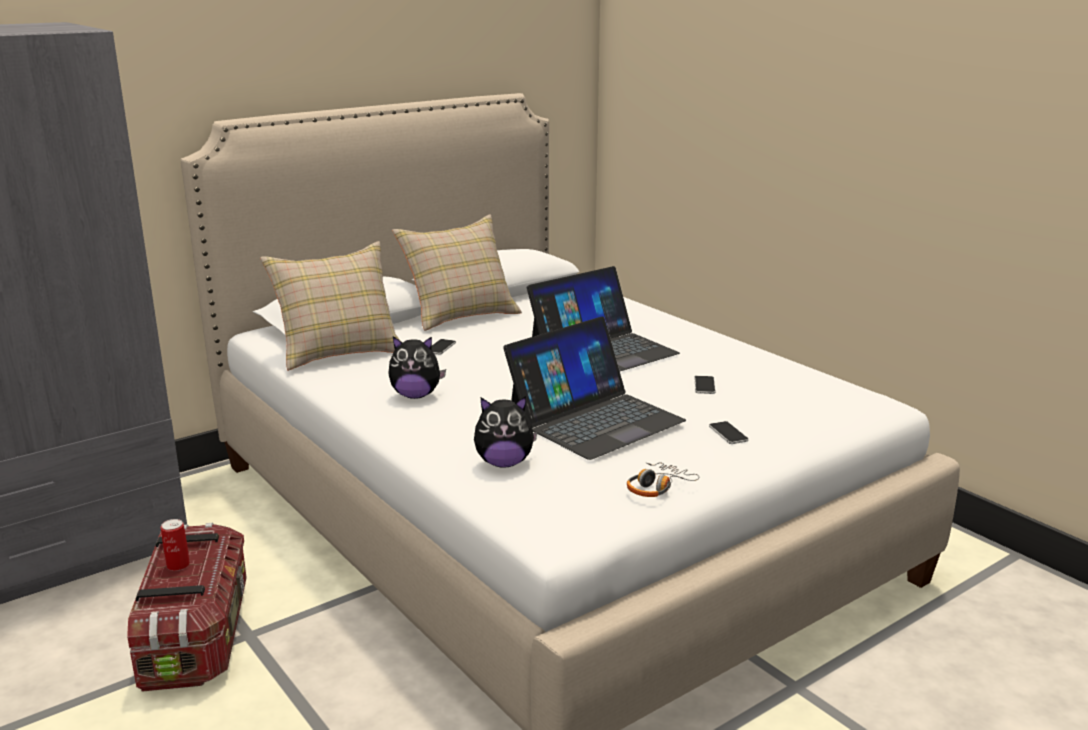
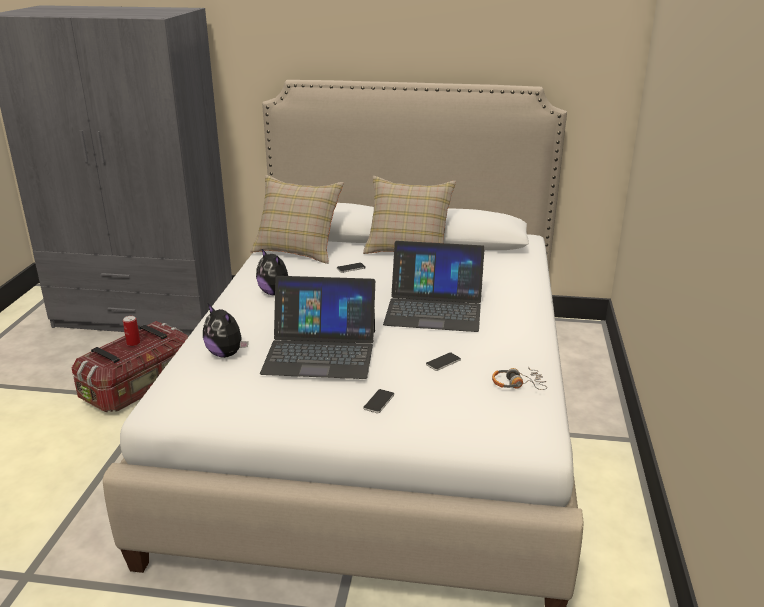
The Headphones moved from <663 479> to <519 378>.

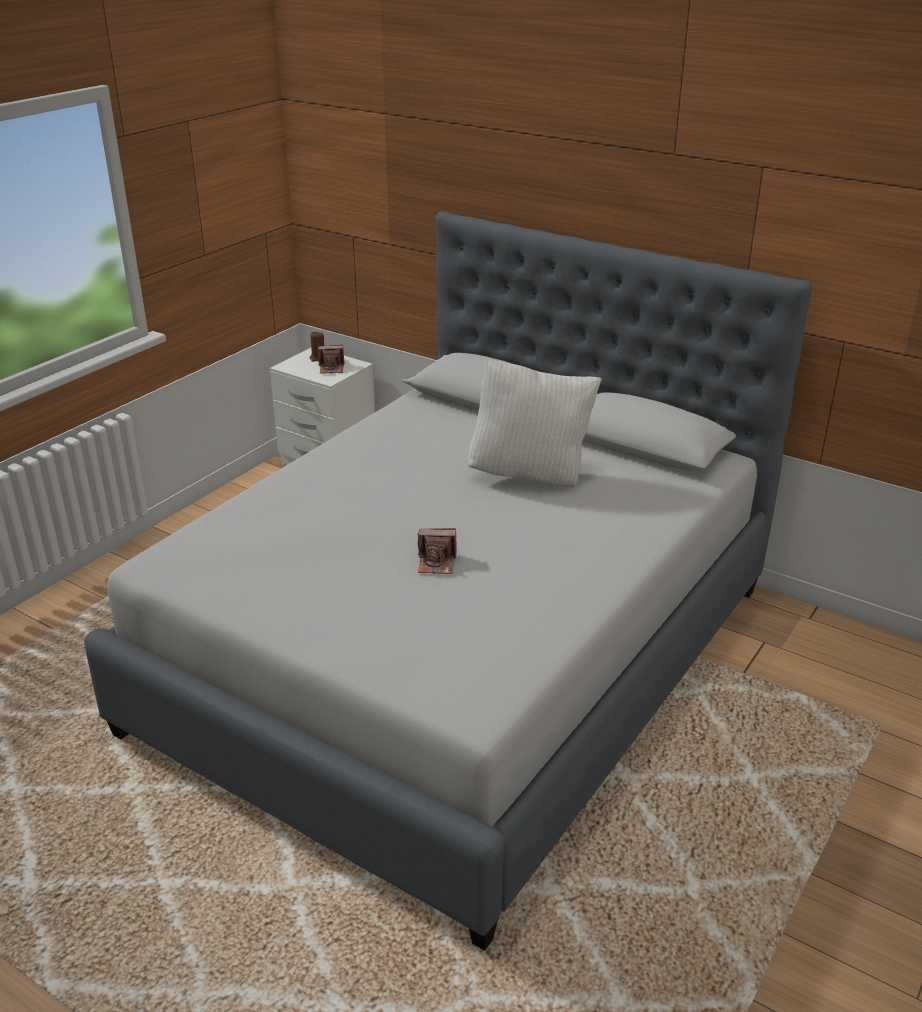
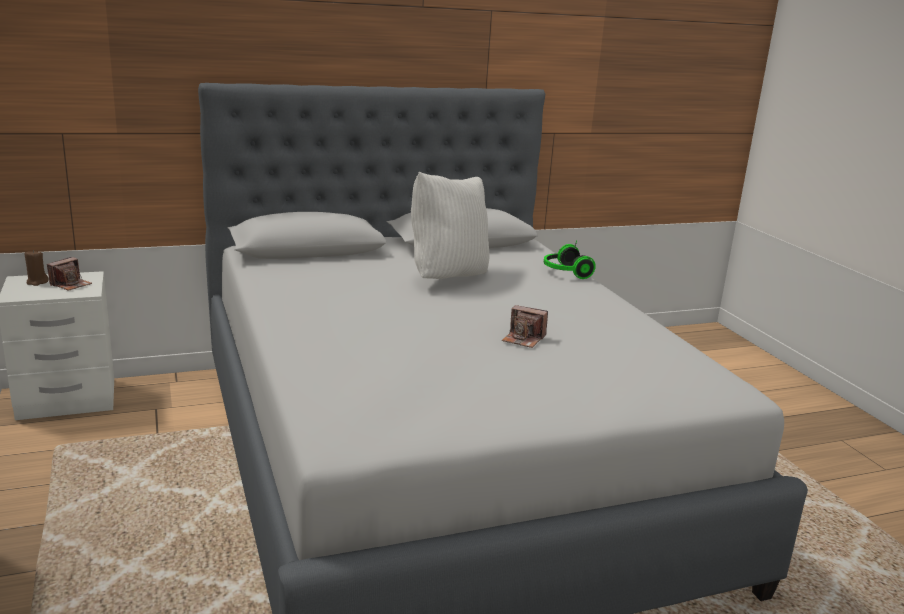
The PhotoCamera at <437 551> turned 75 degrees clockwise.
The Headphones at <570 259> appeared.

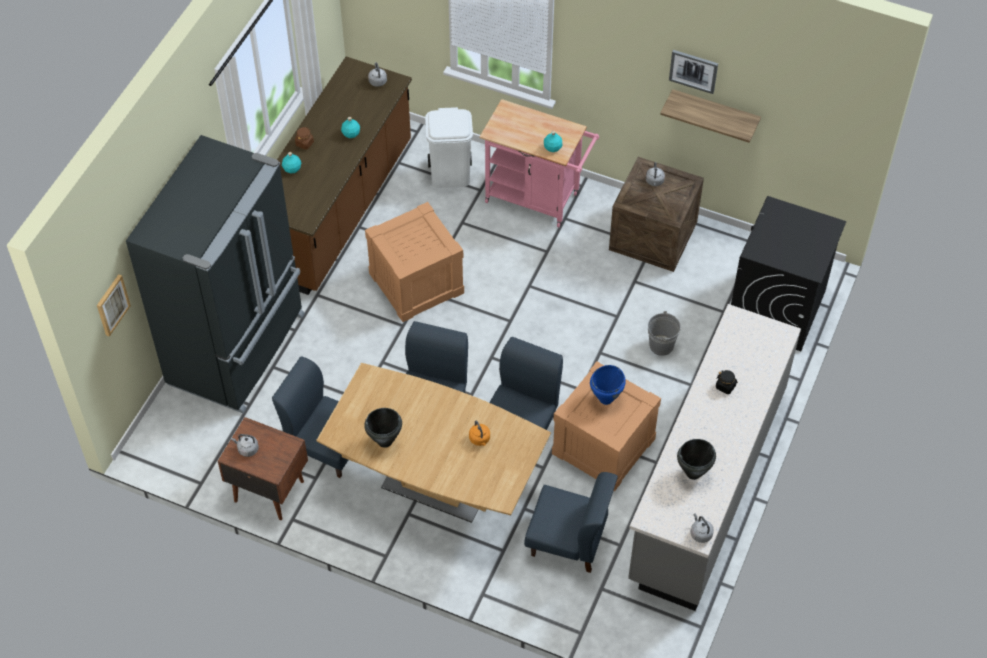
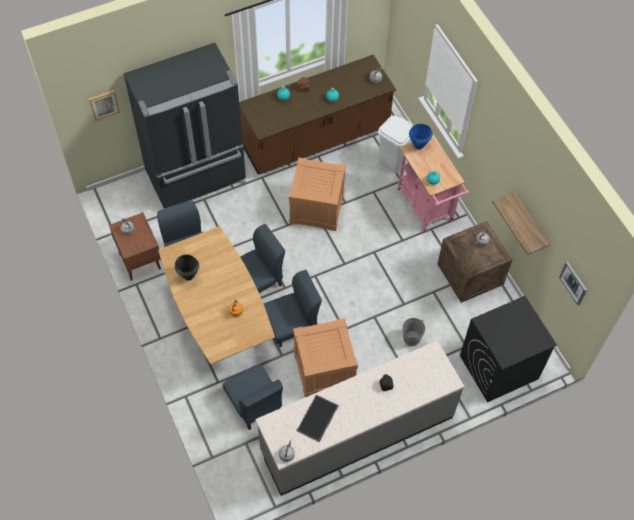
The BlueCookingPot moved from <608 385> to <421 136>.
The Picture moved from <693 72> to <573 283>.
The BlackCookingPot at <696 459> was replaced by the Tray at <318 418>.

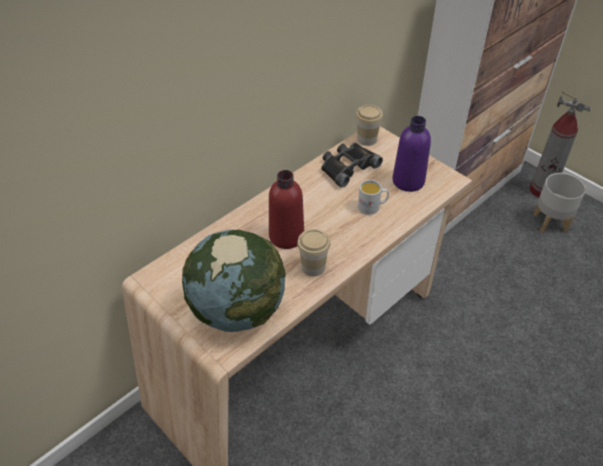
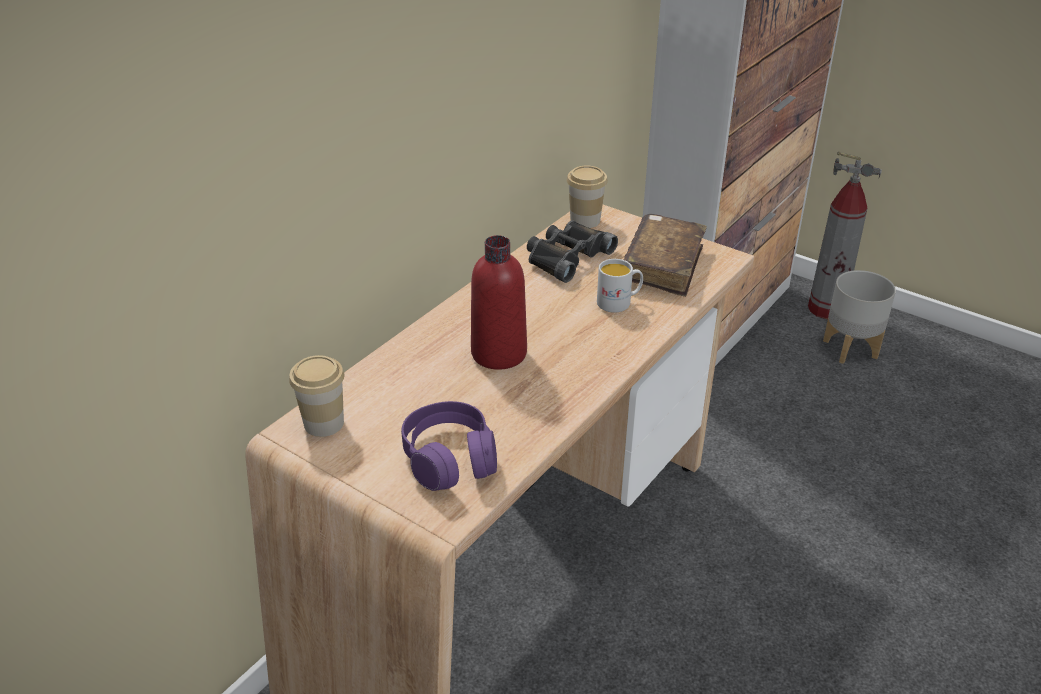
The Globe at <234 281> was replaced by the PurpleHeadphones at <449 446>.
The Cup moved from <313 253> to <316 396>.
The PurpleBottle at <411 154> was replaced by the BrownBook at <665 255>.

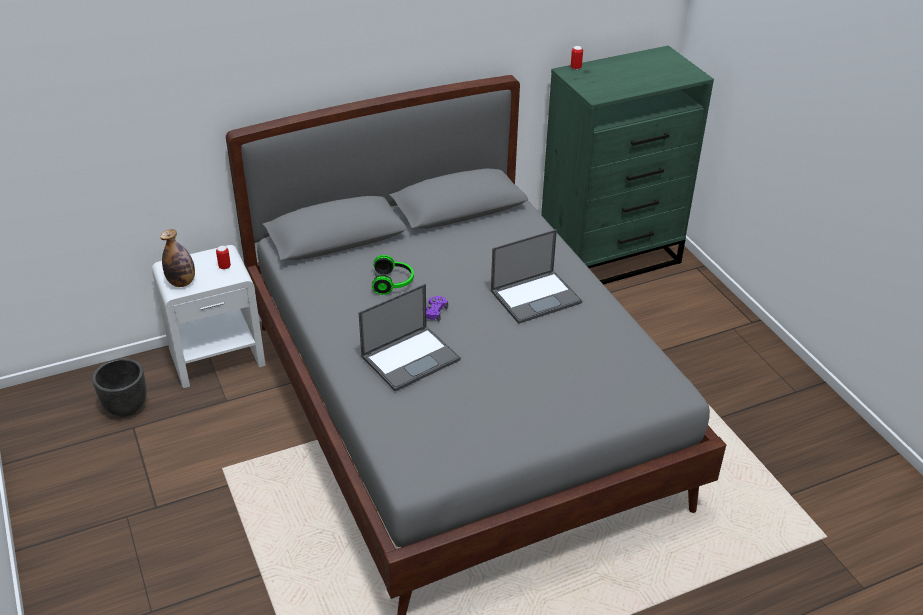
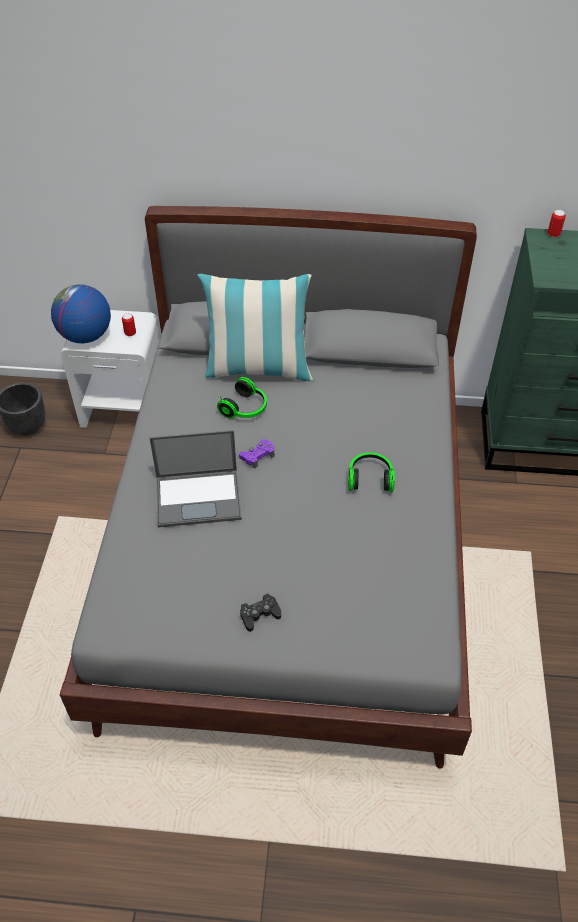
The Bottle at <177 258> was replaced by the Globe at <81 313>.
The Laptop at <536 276> was replaced by the Headphones at <371 472>.
The Pillow at <255 327> appeared.
The BlackGameController at <260 613> appeared.

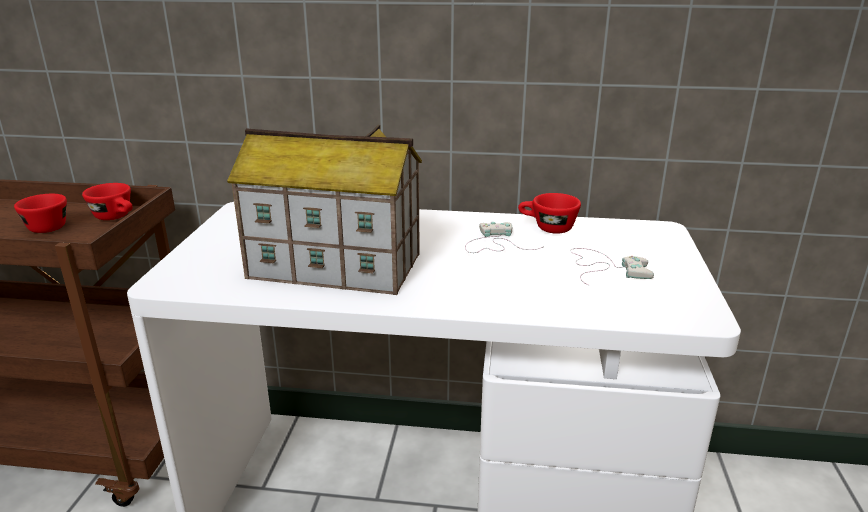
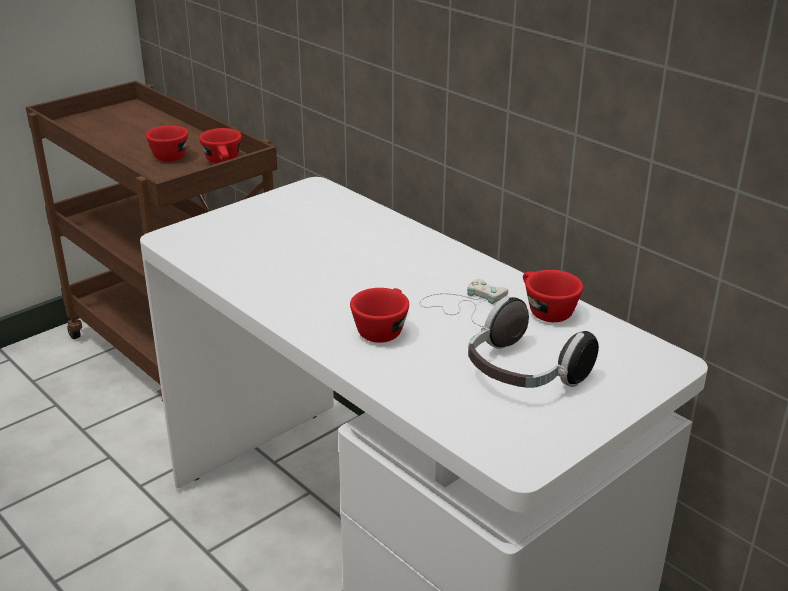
The ToyHouse at <324 210> disappeared.
The WhiteGameController at <612 266> was replaced by the Headphones at <533 342>.
The RedCup at <379 315> appeared.

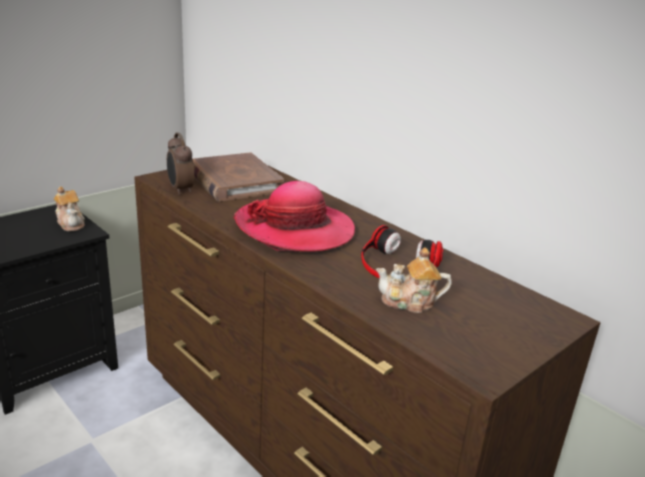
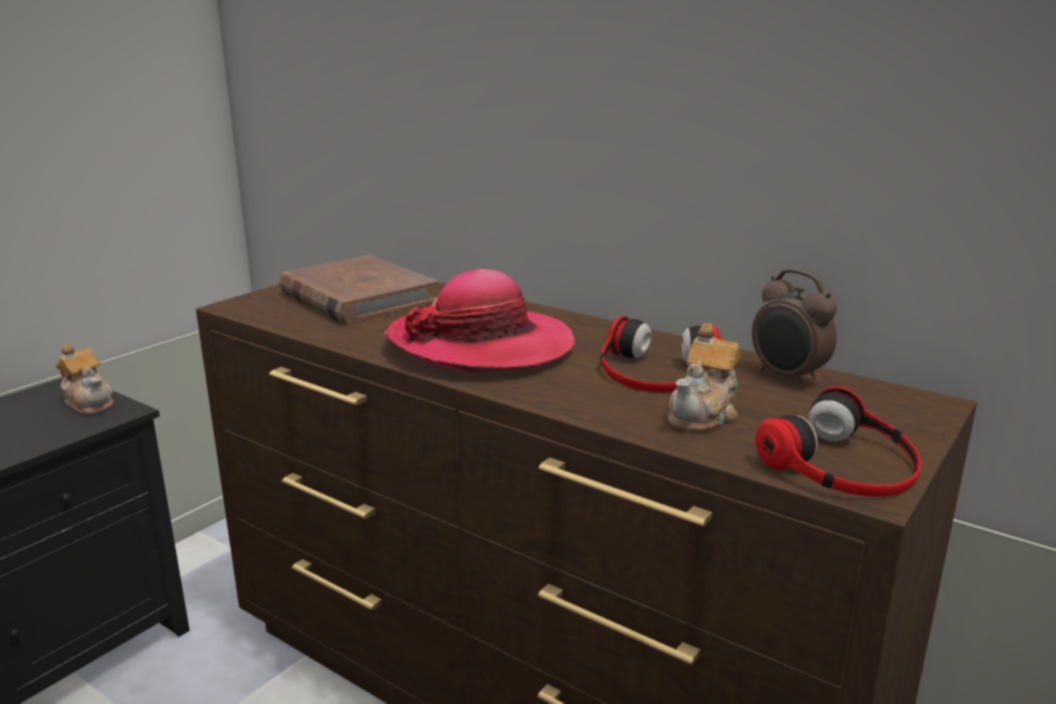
The AlarmClock moved from <180 163> to <794 328>.
The Teapot at <414 280> turned 45 degrees counterclockwise.
The Headphones at <838 441> appeared.

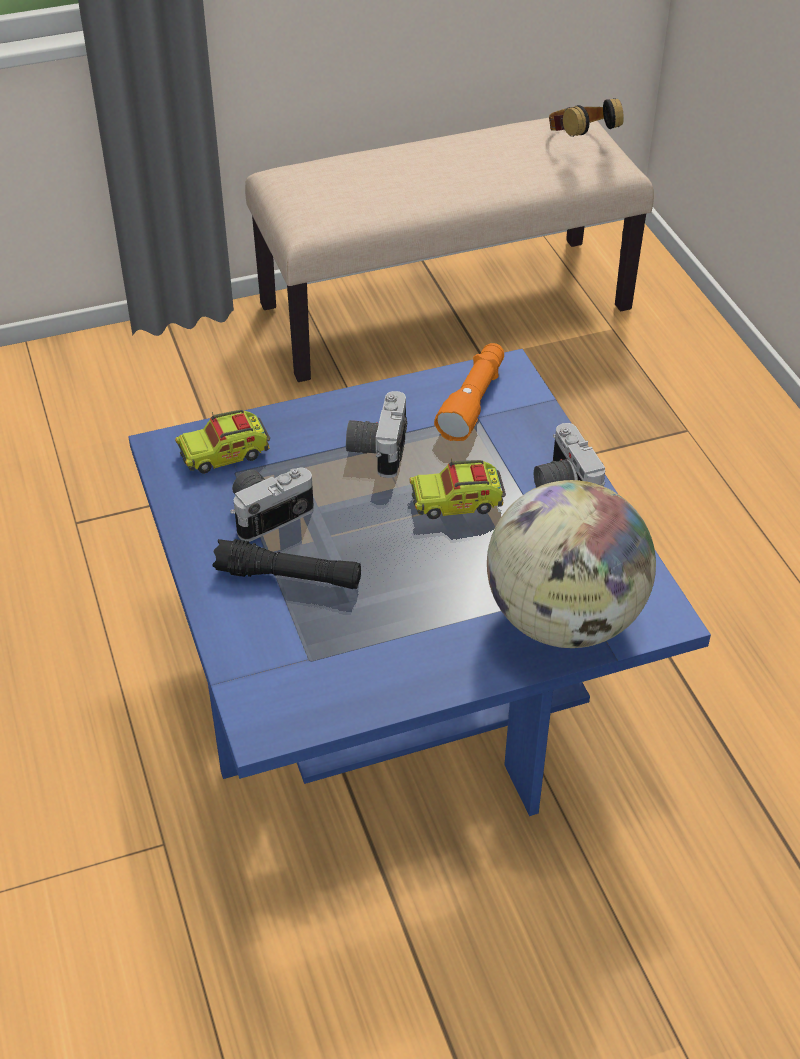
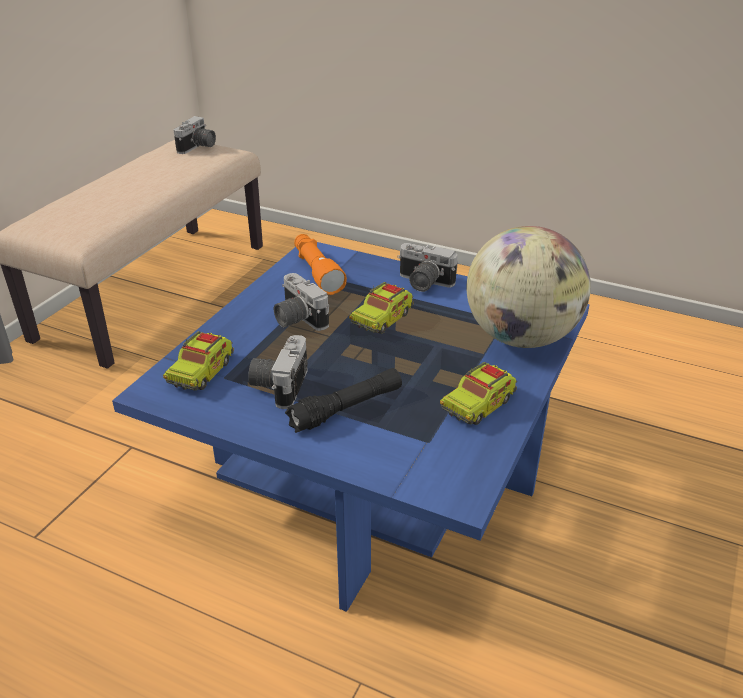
The Headphones at <586 117> was replaced by the PhotoCamera at <194 135>.
The ToyTruck at <478 393> appeared.

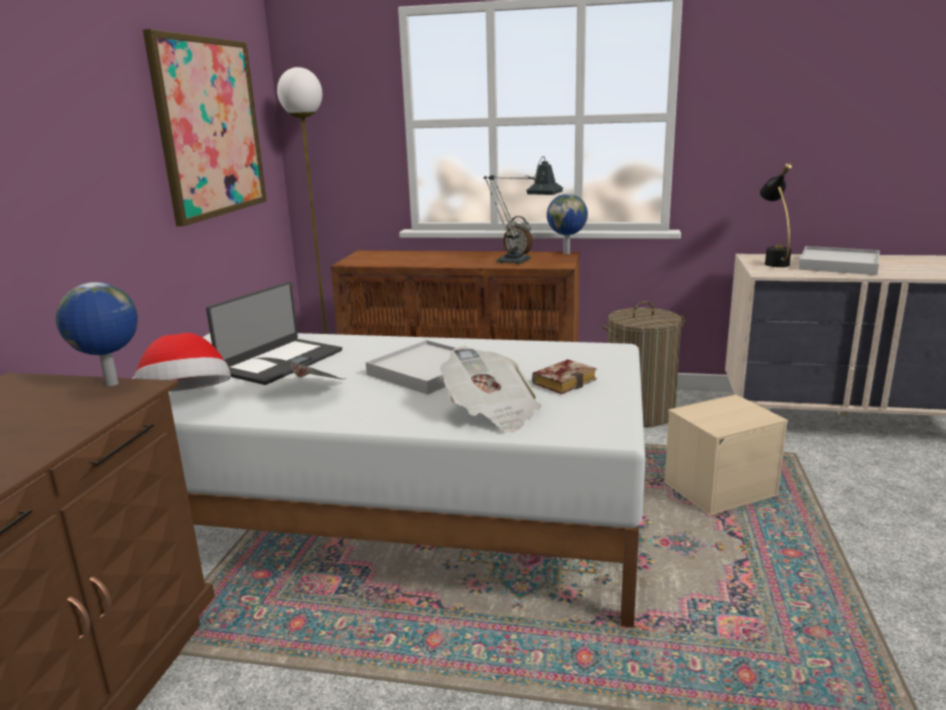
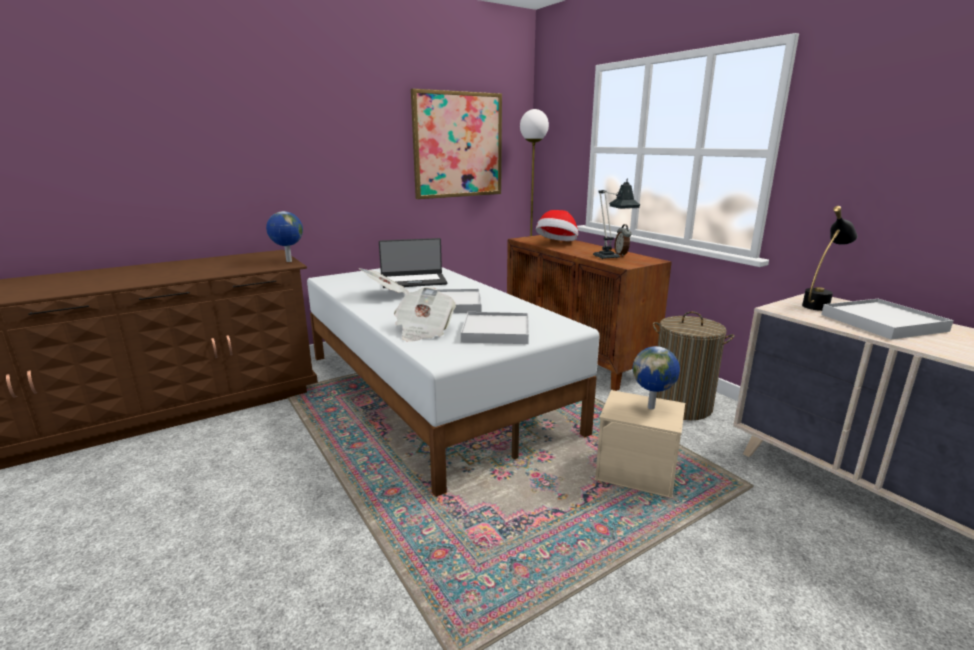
The Hat moved from <182 362> to <557 225>.
The Book at <564 376> was replaced by the WhiteTray at <495 328>.
The Globe moved from <567 224> to <656 377>.

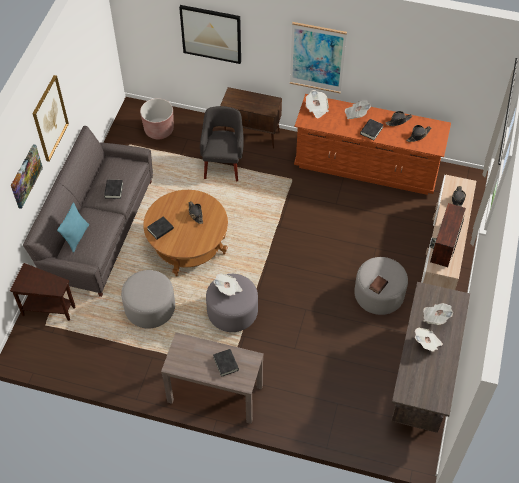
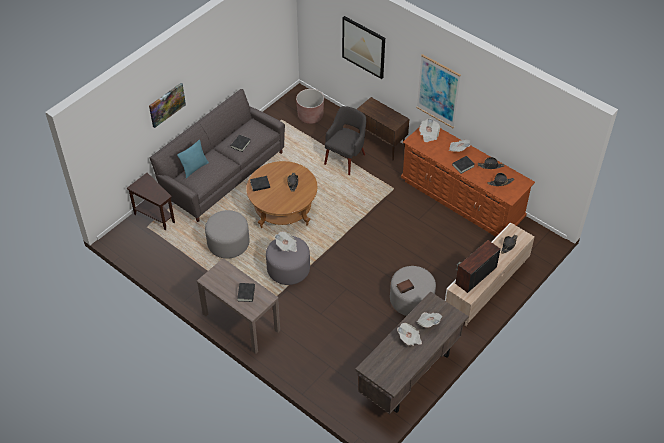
The Picture at <50 118> disappeared.

